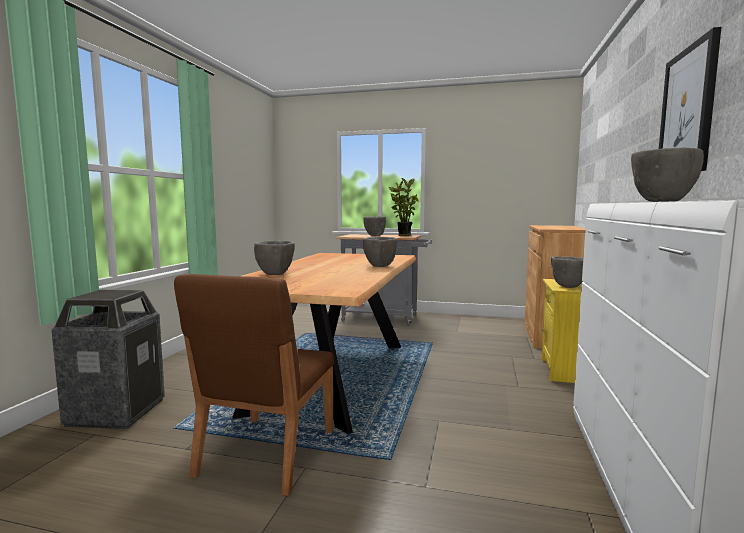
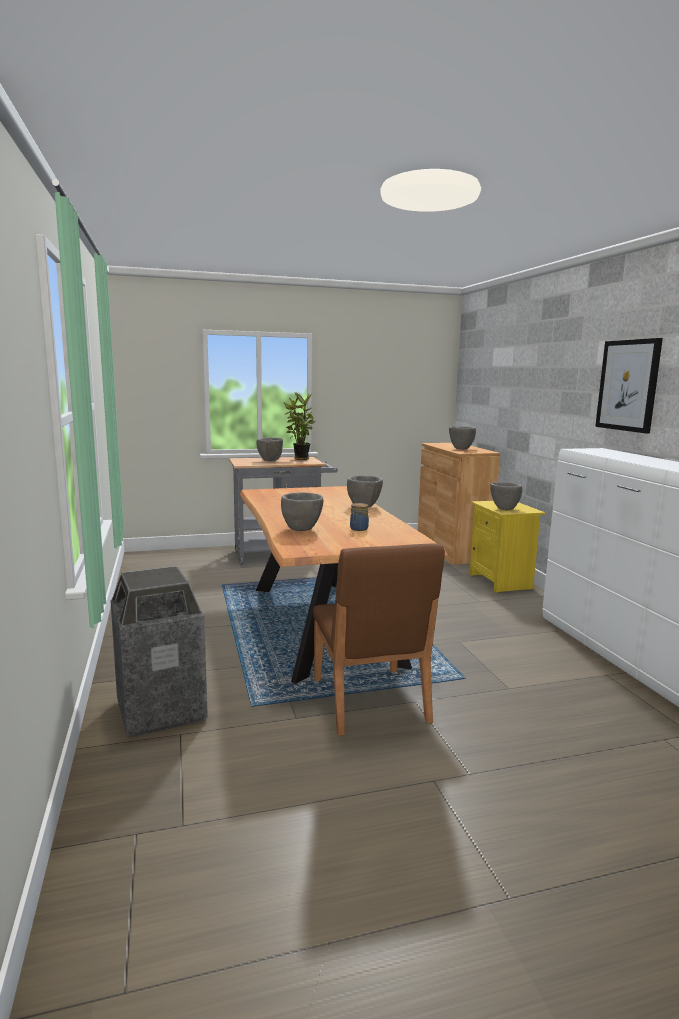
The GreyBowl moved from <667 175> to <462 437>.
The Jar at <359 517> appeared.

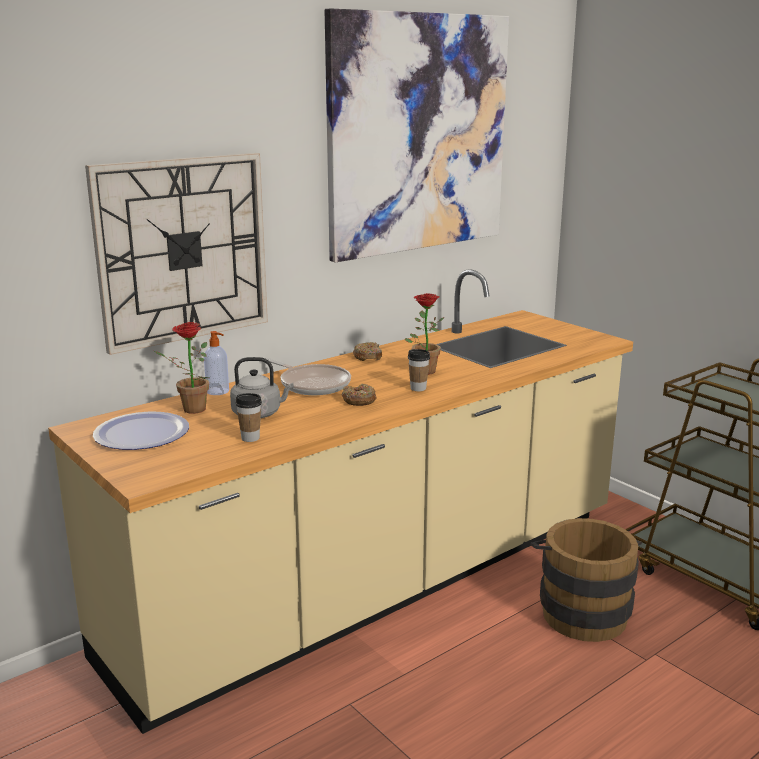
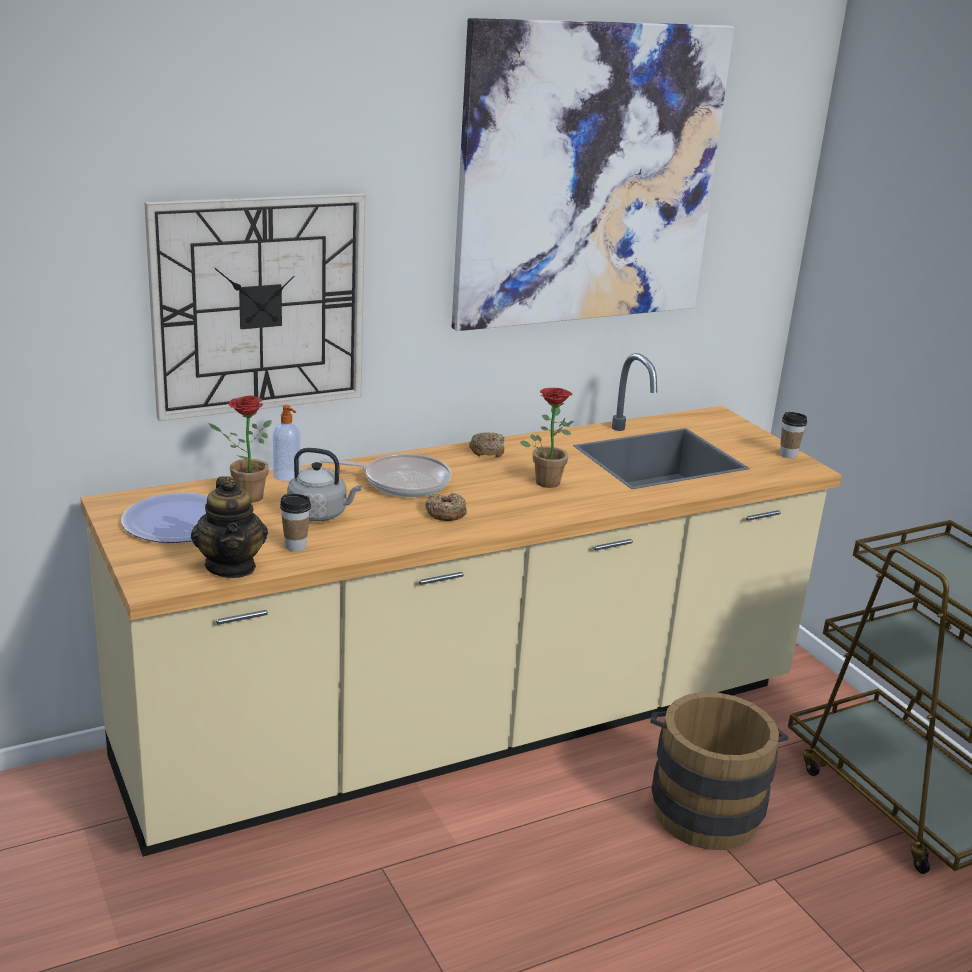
The FryingPan at <309 376> turned 45 degrees counterclockwise.
The Cup moved from <419 370> to <793 435>.
The Teapot at <229 527> appeared.

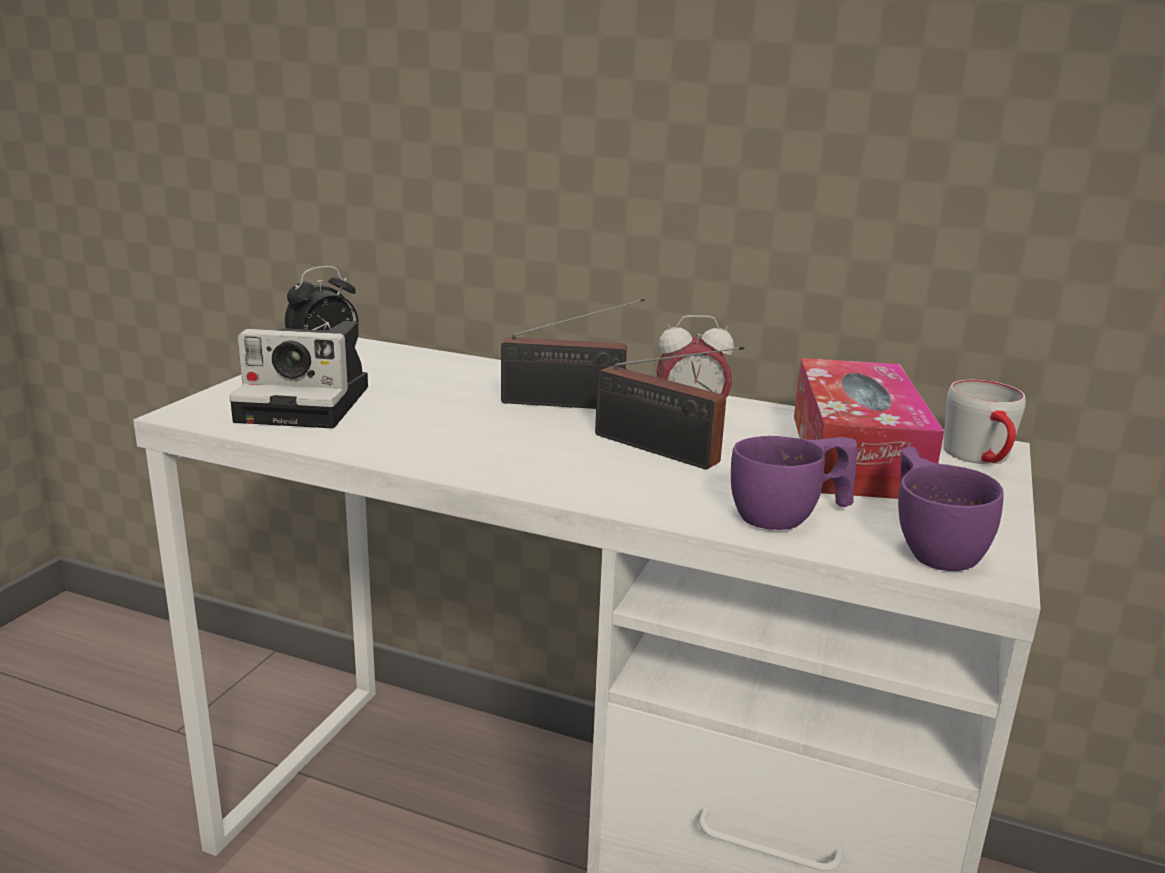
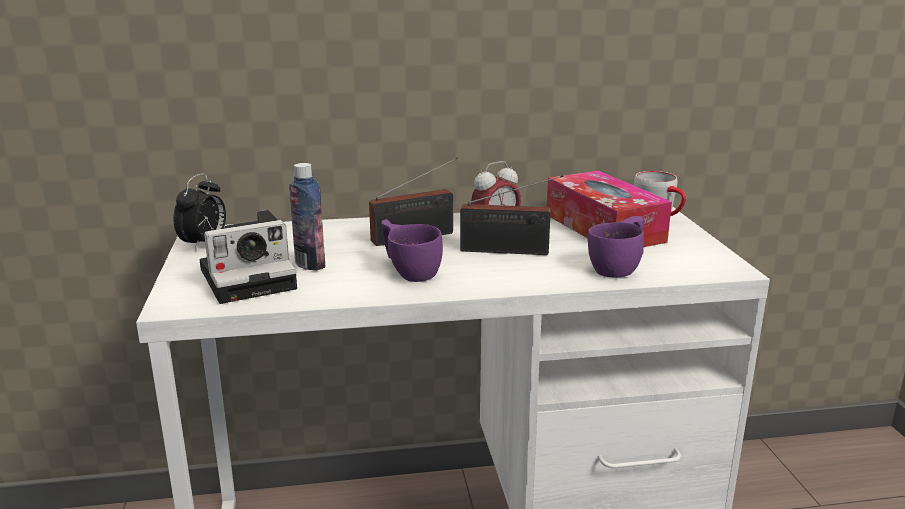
The PurpleCup moved from <951 508> to <412 250>.
The Bottle at <307 217> appeared.

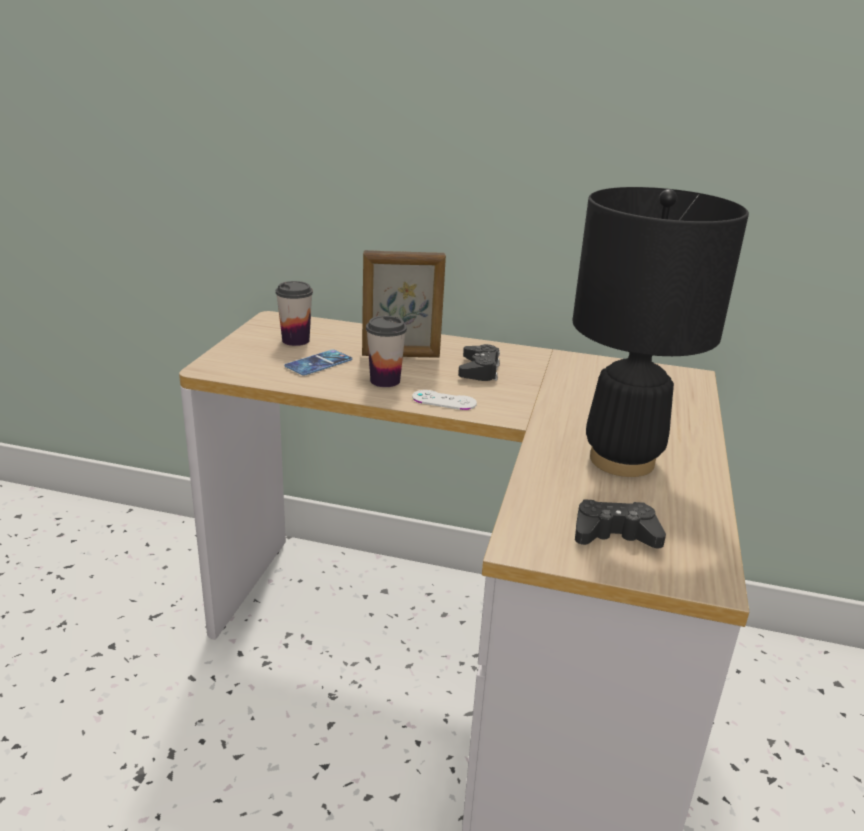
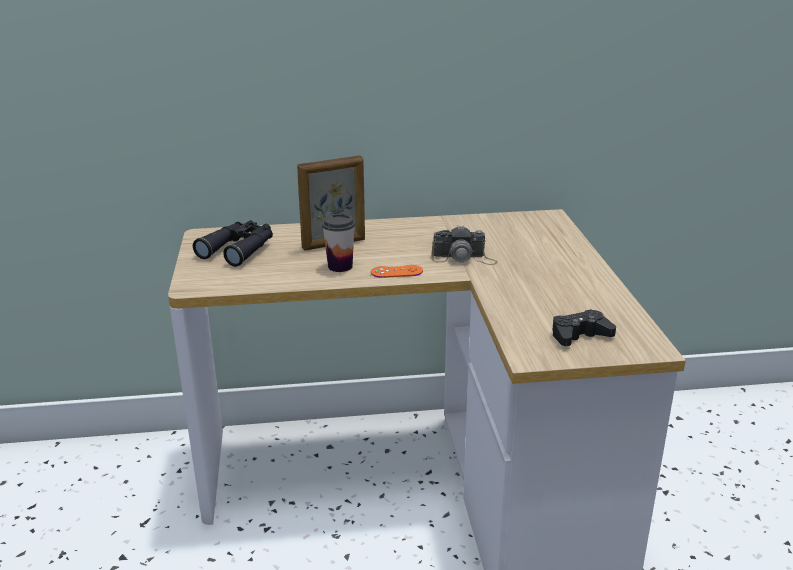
The Cup at <294 313> was replaced by the BlackBinoculars at <233 243>.
The Phone at <318 362> disappeared.
The WhiteGameController at <444 400> became the OrangeGameController at <397 271>.
The BlackGameController at <479 362> disappeared.
The BlackTableLamp at <660 332> disappeared.
The PhotoCamera at <464 245> appeared.

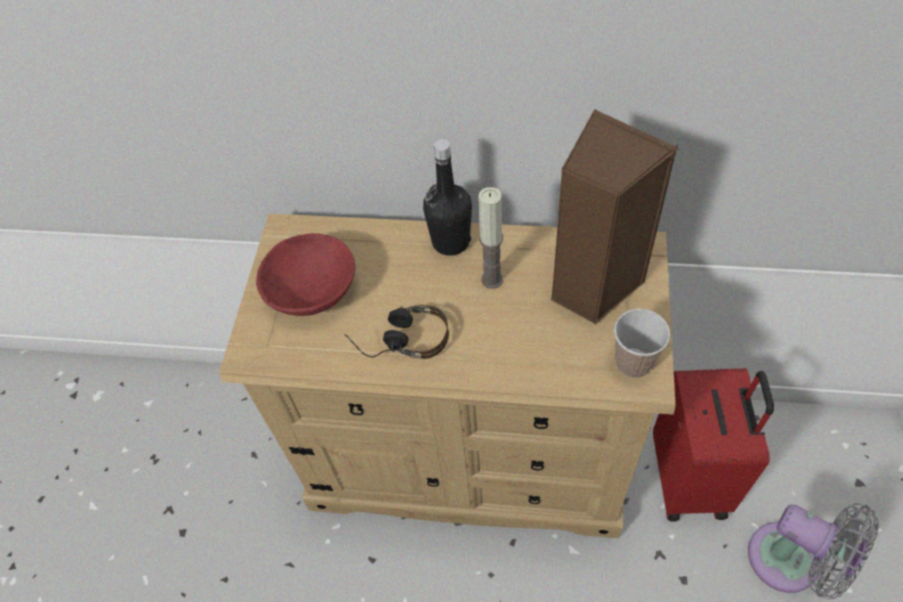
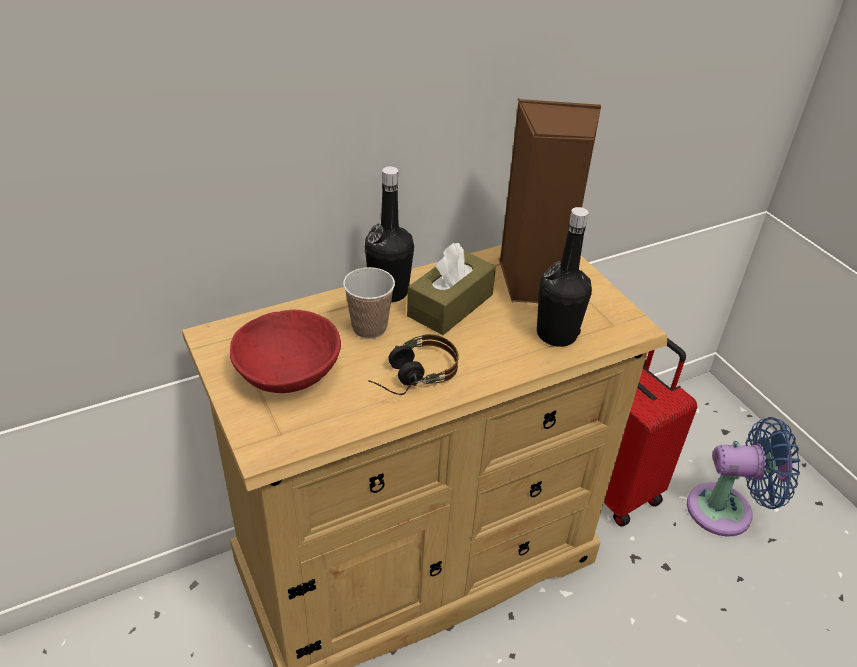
The Candle at <490 238> was replaced by the BrownTissueBox at <451 288>.
The Cup moved from <642 343> to <369 303>.
The GreyFan at <813 551> became the BlueFan at <743 477>.
The BlackBottle at <564 277> appeared.

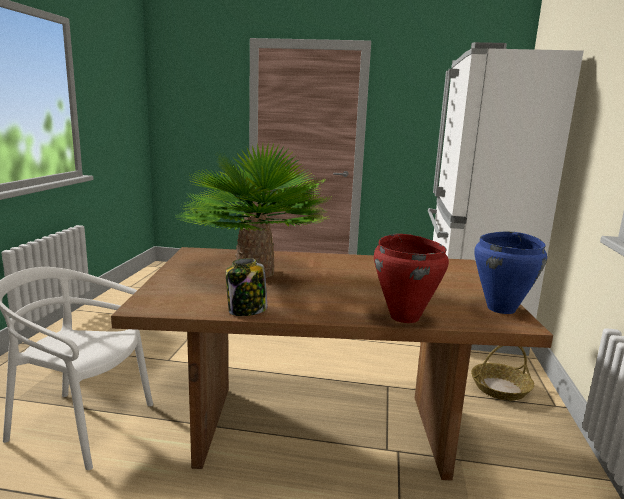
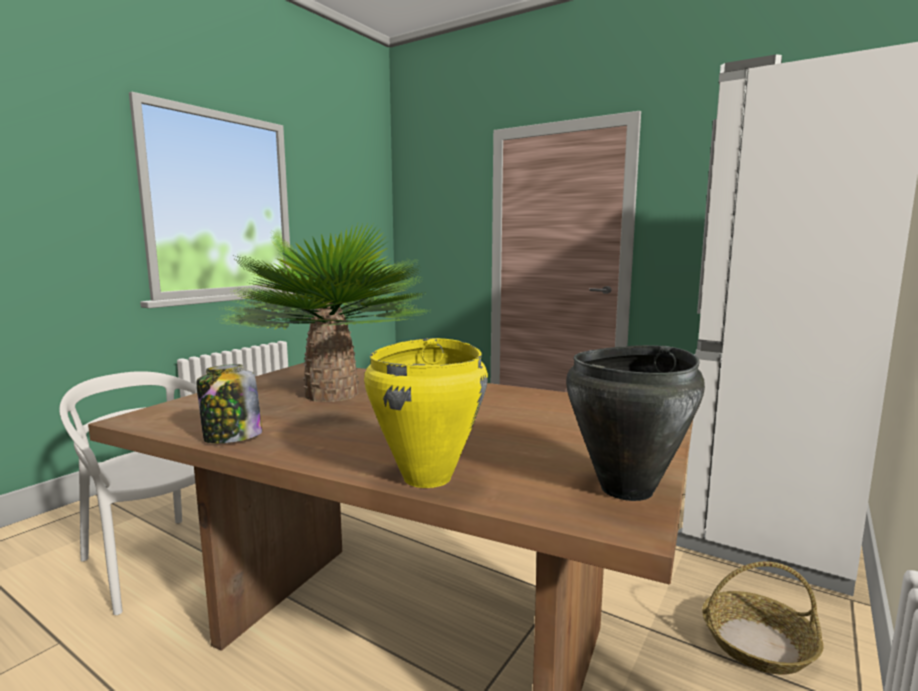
The RedCookingPot at <411 278> became the YellowCookingPot at <426 413>.
The BlueCookingPot at <511 273> became the BlackCookingPot at <635 423>.

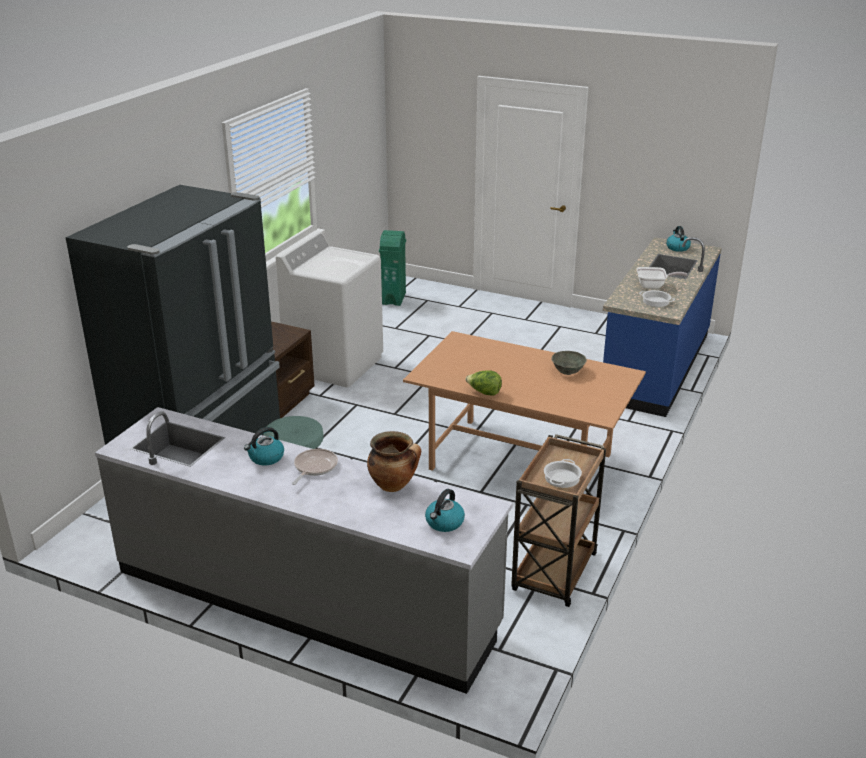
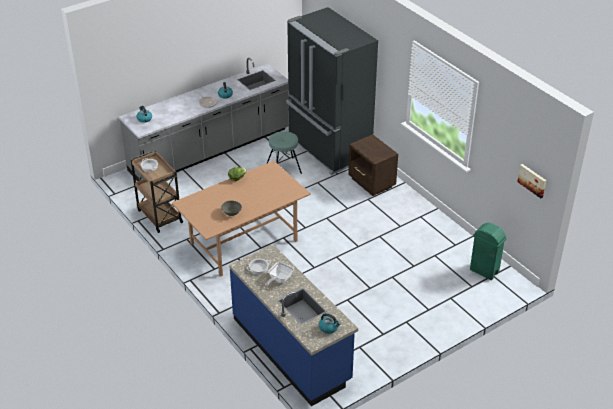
The WhiteWashingMachine at <329 309> disappeared.
The CookingPot at <394 461> disappeared.
The Picture at <531 181> appeared.

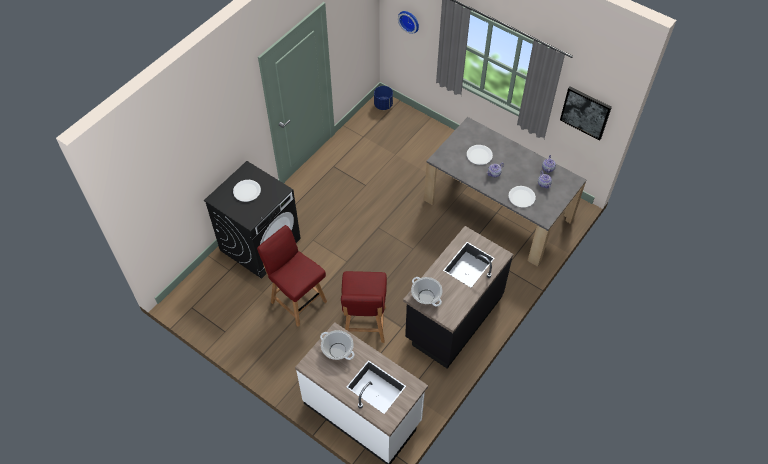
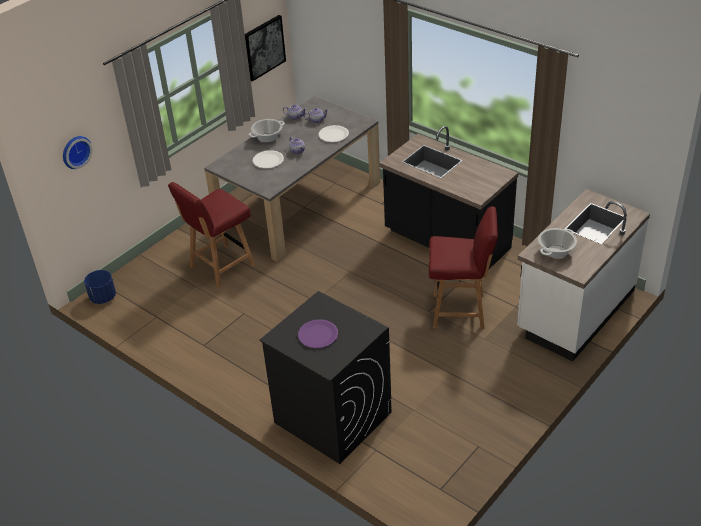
The WhitePlate at <247 191> became the PurplePlate at <318 333>.
The RedChair moved from <292 276> to <211 235>.
The CookingPot moved from <426 291> to <267 130>.

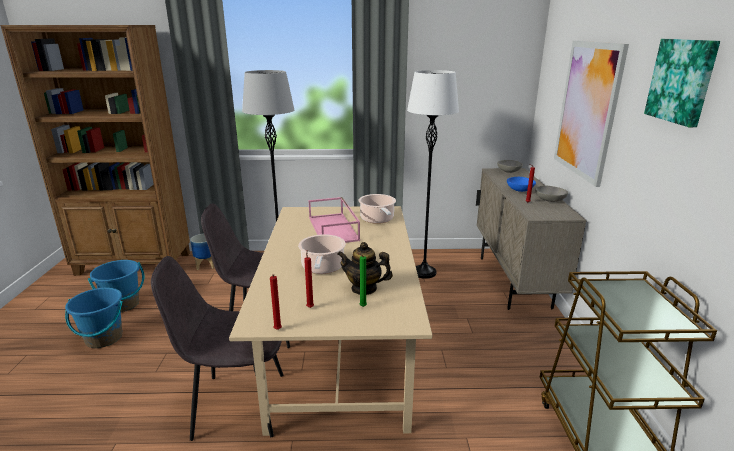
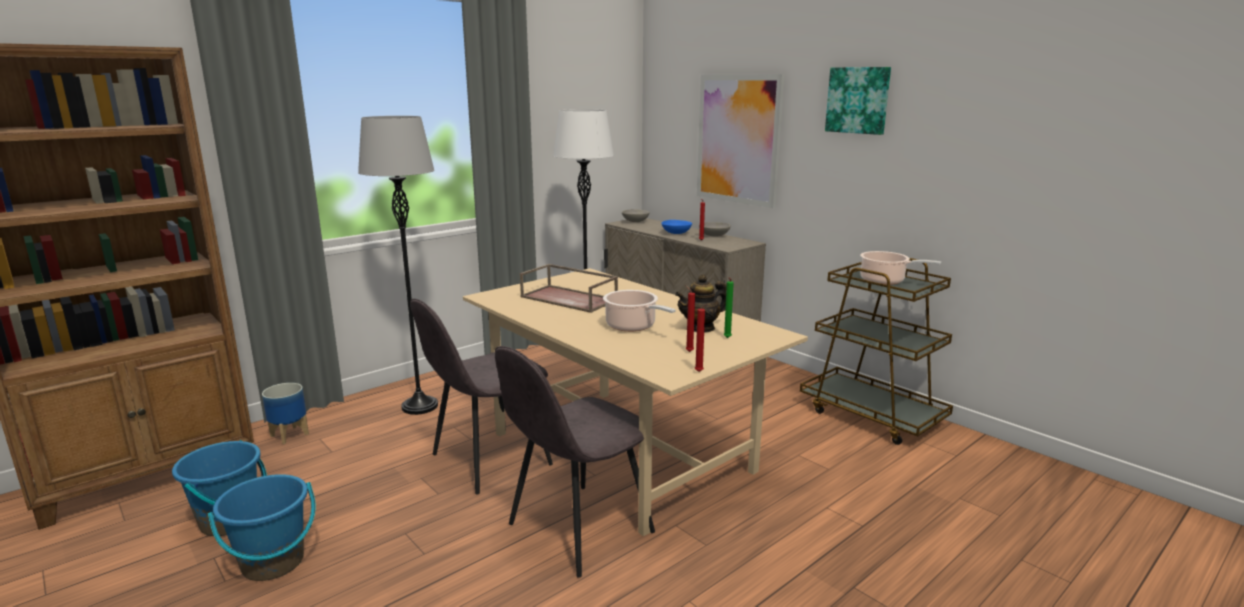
The PinkTray at <334 220> became the BrownTray at <569 288>.
The CookingPot moved from <377 209> to <900 268>.

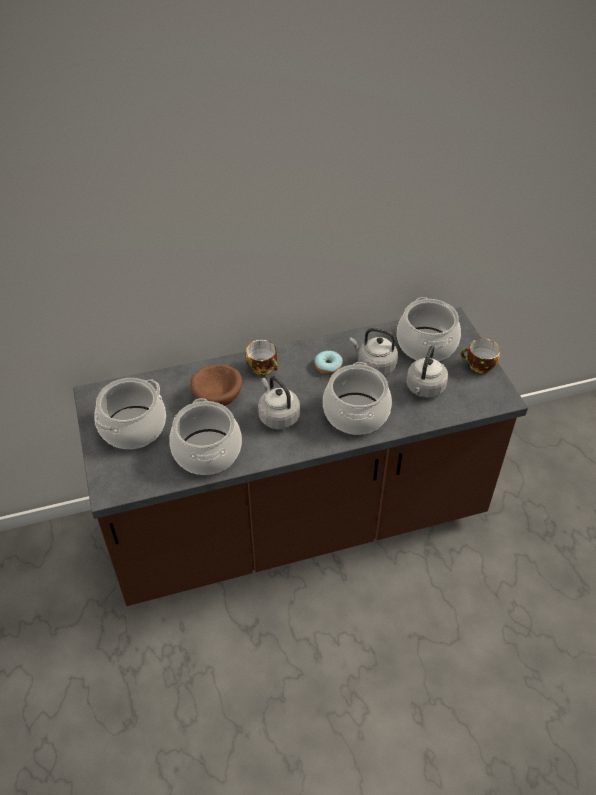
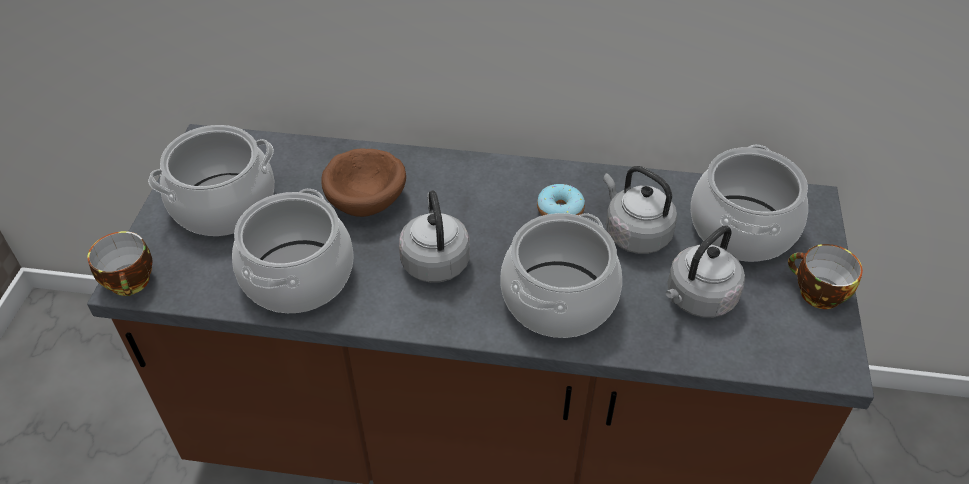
The Cup moved from <262 357> to <120 263>.

